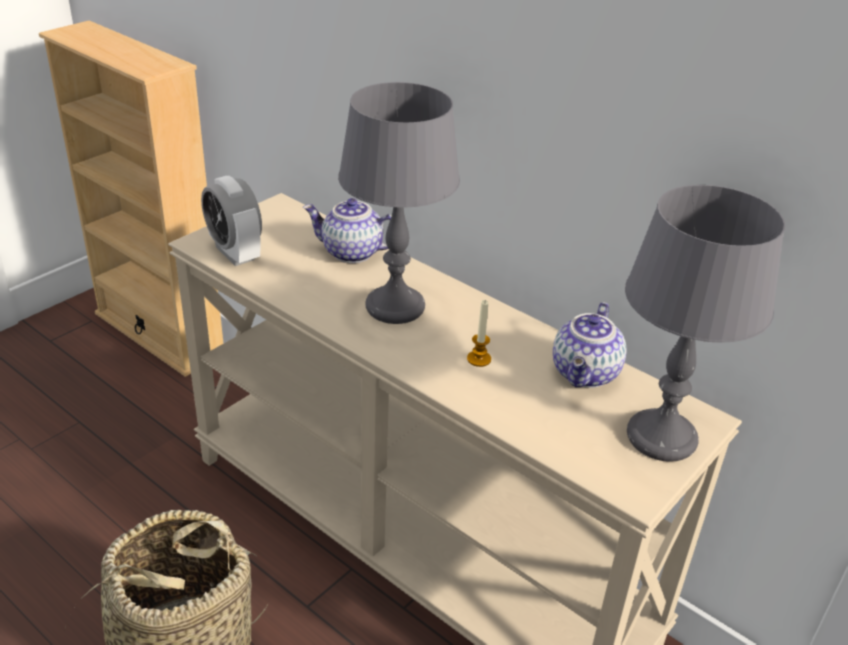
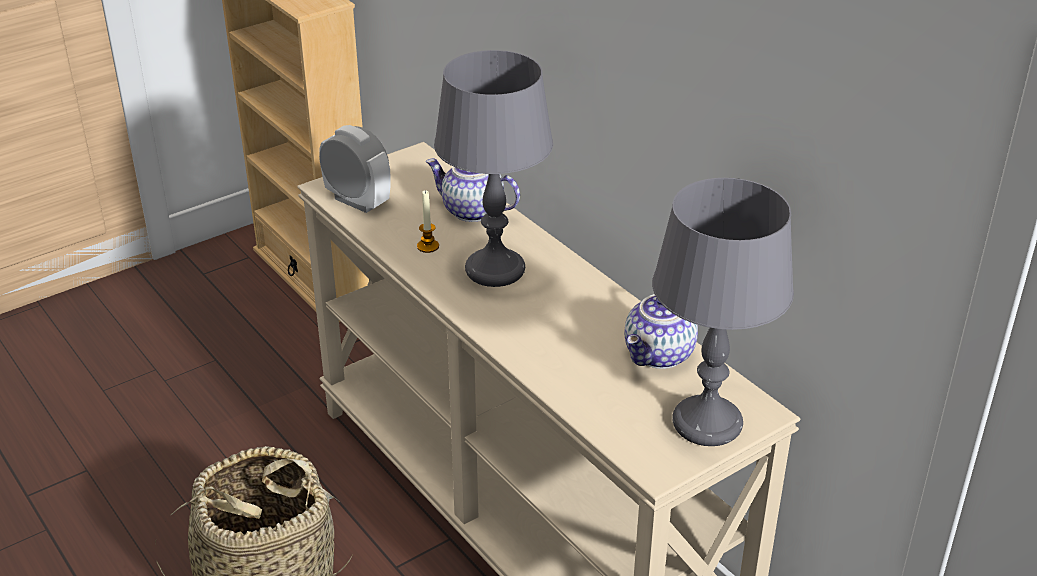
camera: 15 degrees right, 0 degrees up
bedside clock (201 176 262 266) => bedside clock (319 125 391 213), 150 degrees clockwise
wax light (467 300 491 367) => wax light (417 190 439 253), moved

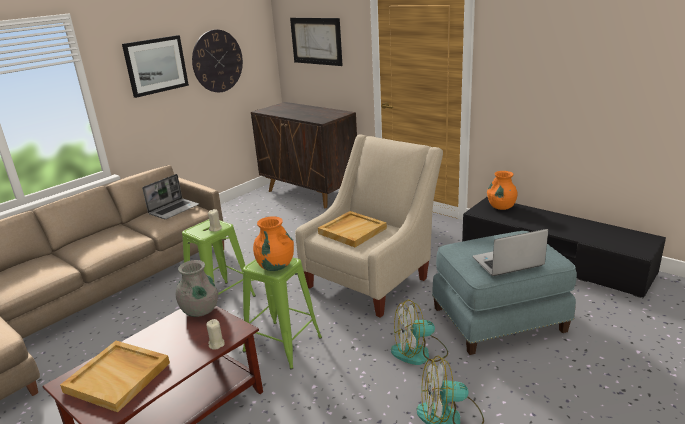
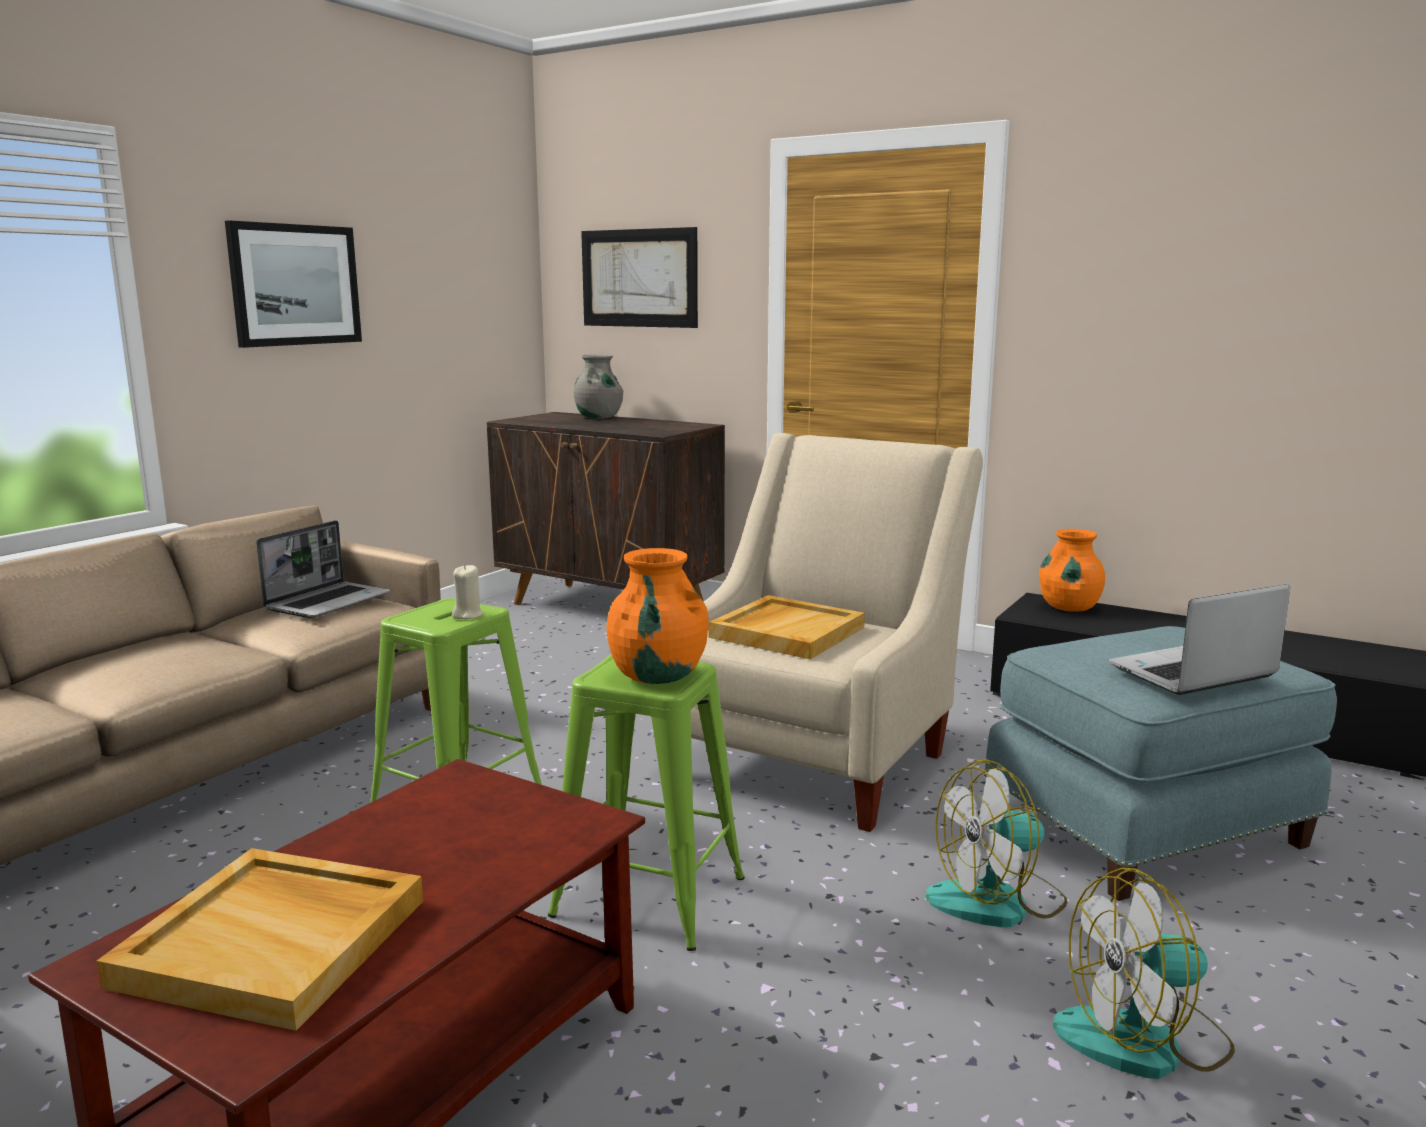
camera: 10 degrees left, 10 degrees down
clock on the wall (192 30 243 92) => nothing
vase/grey (176 260 218 317) => vase/grey (574 354 623 419), moved
wax light/sand-coloured (206 319 225 350) => nothing

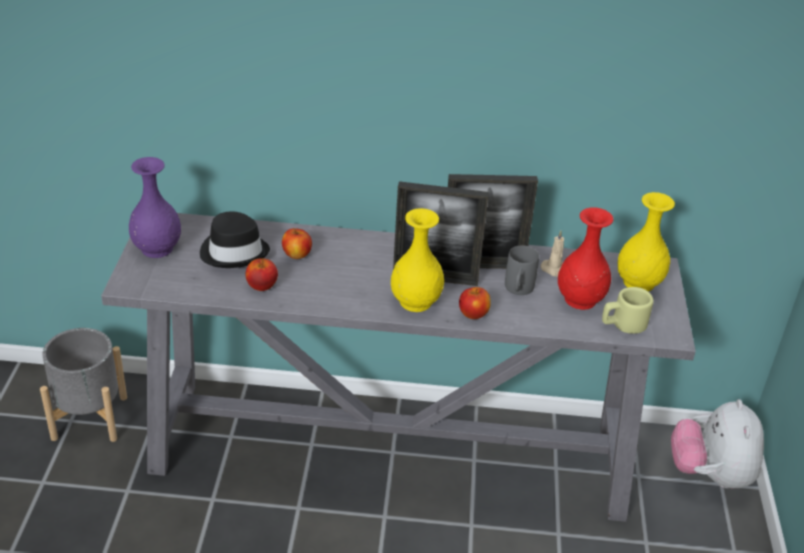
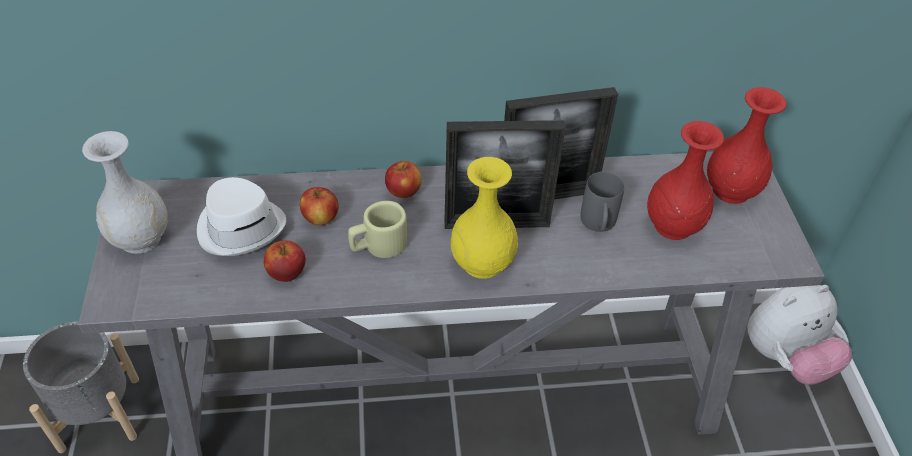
camera: 10 degrees left, 10 degrees up
vase/purple (129 157 181 258) => vase/white (82 131 168 254)
vase/yellow (618 192 675 292) => vase/red (707 87 787 204)
clothing hat/black (200 211 270 268) => clothing hat/white (197 177 286 256)
wax light/sand-coloured (541 231 564 277) => nothing
apple (459 287 491 319) => apple (385 161 421 198), moved
coffee mug/sand-coloured (602 287 653 334) => coffee mug/sand-coloured (348 201 407 258), moved
plush toy (671 399 764 488) => plush toy (748 285 852 385), 105 degrees counterclockwise

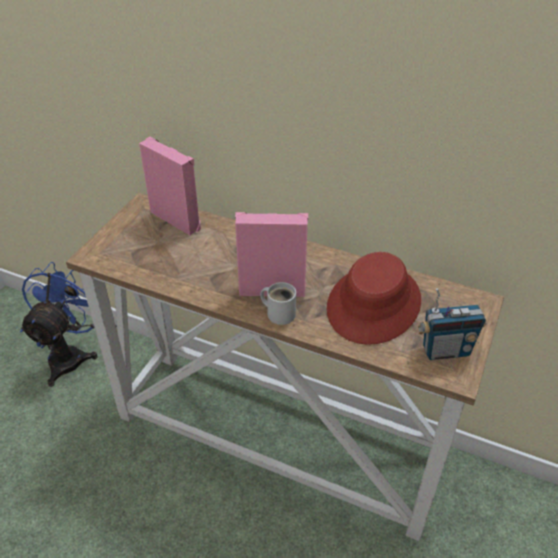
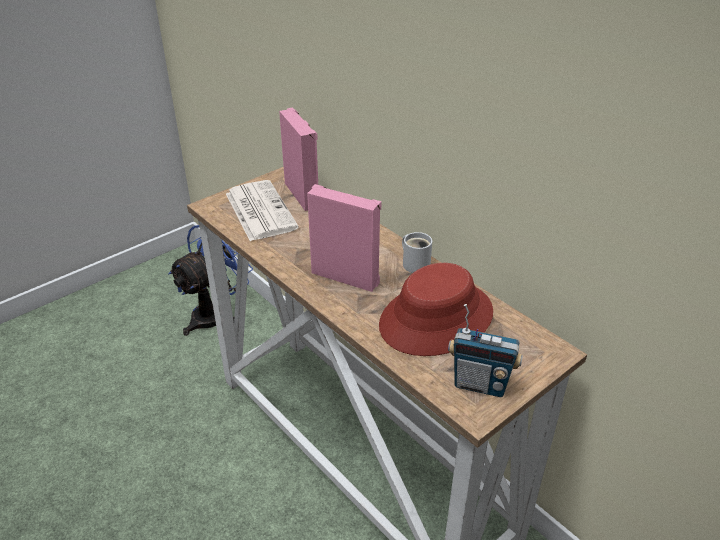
camera: 25 degrees right, 5 degrees down
coffee mug/white (260 282 296 325) => coffee mug/white (402 232 432 273), moved
nothing => printed paper (226 180 299 241)

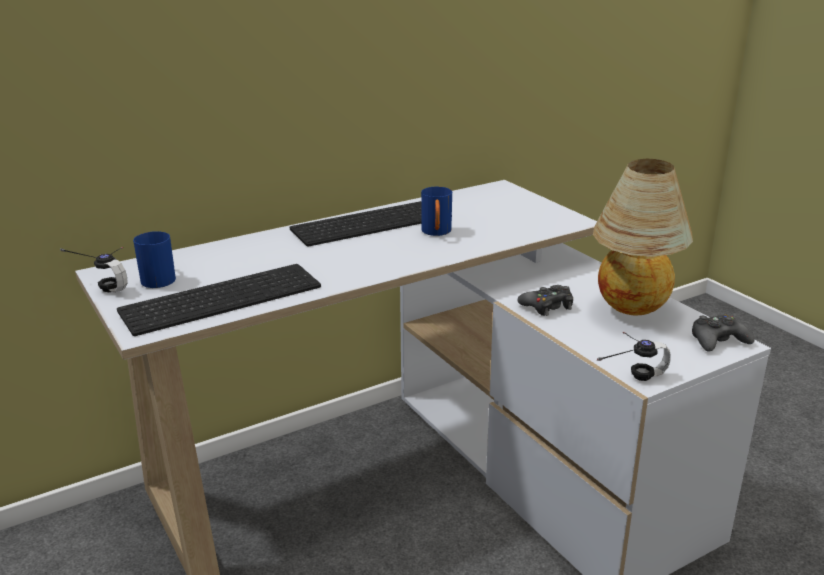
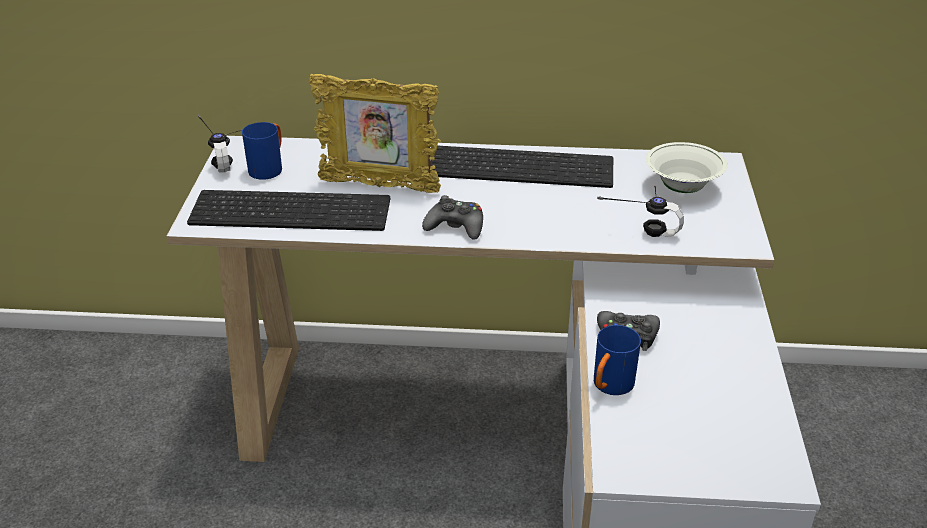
camera: 35 degrees right, 10 degrees up
lamp for a table (593 159 693 315) => nothing
coffee mug/blue-coloured (421 187 452 236) => coffee mug/blue-coloured (594 325 641 395), moved
game controller/black (692 314 755 352) => game controller/black (422 195 483 240), moved
headset (597 332 671 381) => headset (597 186 684 237), moved
nothing => standing frame (309 74 441 193)
nothing => deep dish/white (646 142 728 193)

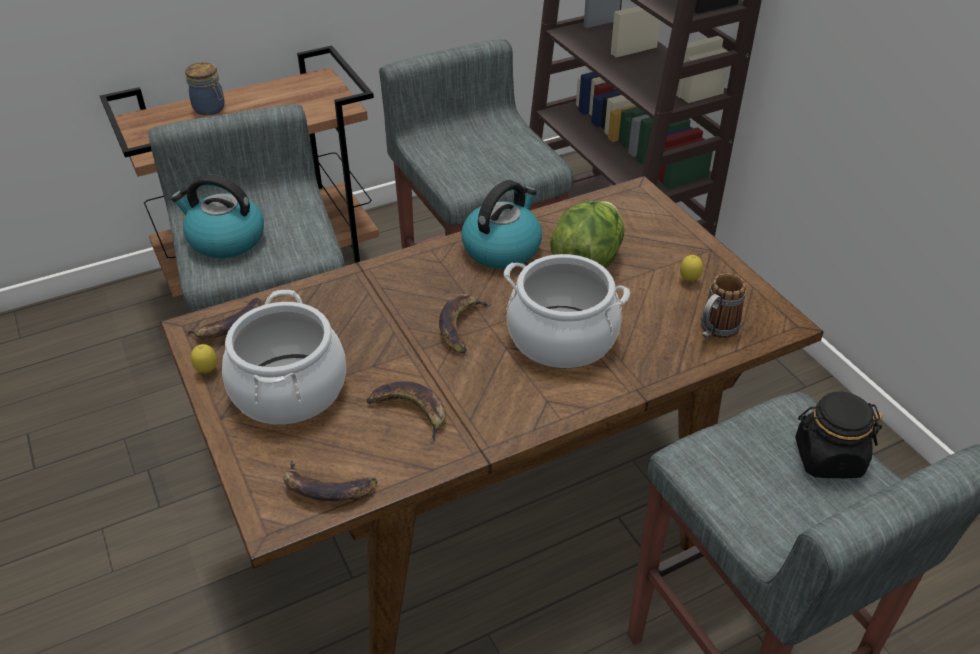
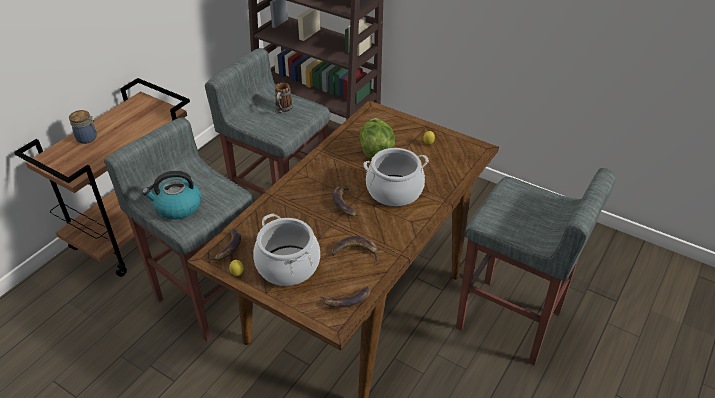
camera: 30 degrees left, 0 degrees up
water kettle (461 180 542 269) => nothing
coffee mug (701 273 746 339) => coffee mug (275 83 293 113), moved
jar/black (795 392 882 478) => nothing

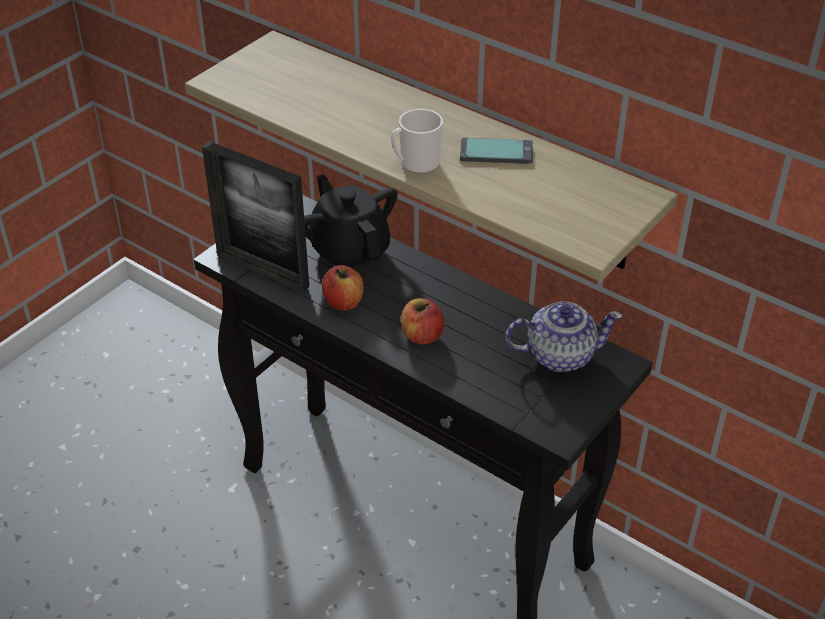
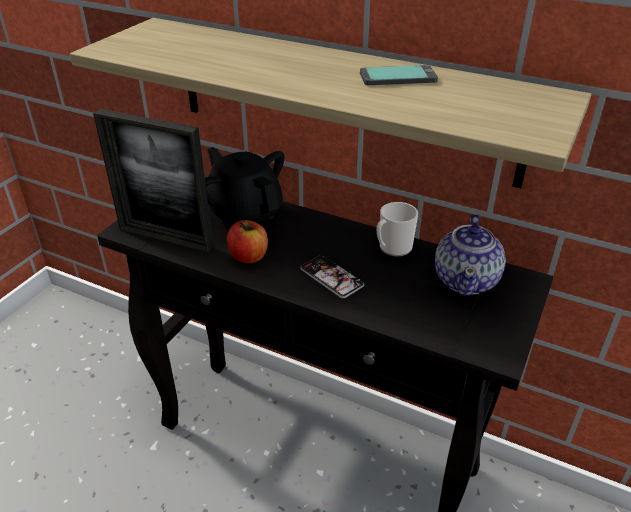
camera: 10 degrees left, 5 degrees down
coffee mug (391 109 443 174) => coffee mug (377 202 418 256), moved
apple (401 298 444 345) => handset (300 255 364 298)
teapot (505 301 623 372) => teapot (435 214 506 296), 120 degrees clockwise

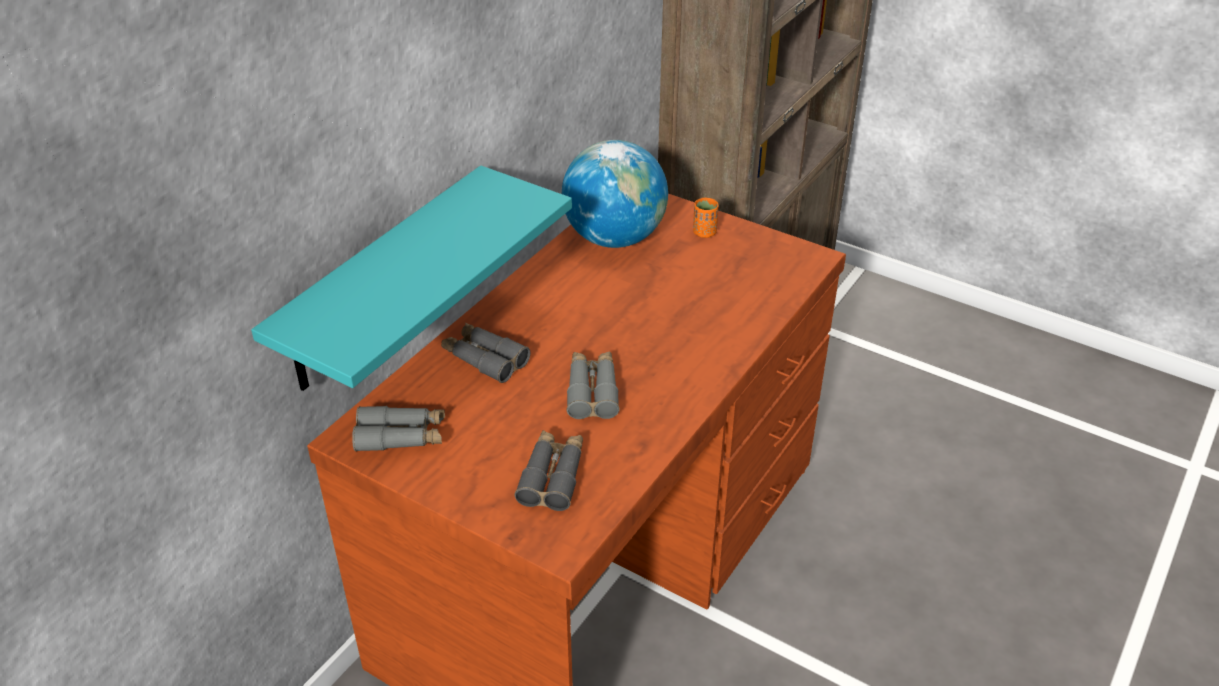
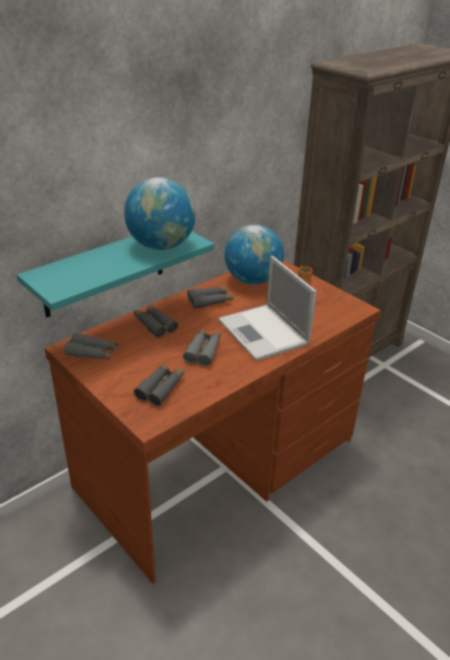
camera: 15 degrees right, 5 degrees down
nothing => desk globe (124 177 196 250)
nothing => notebook computer (218 256 317 361)
nothing => field glasses/grey (187 287 233 309)

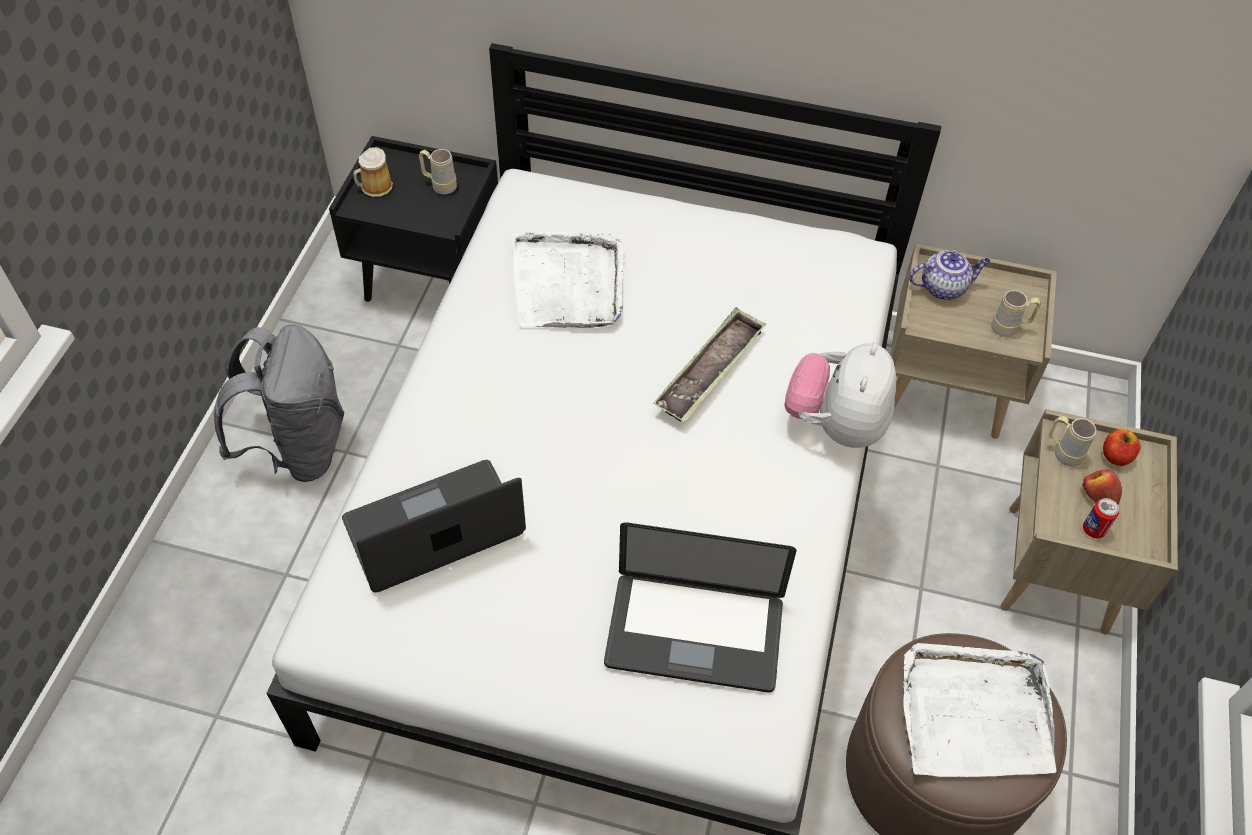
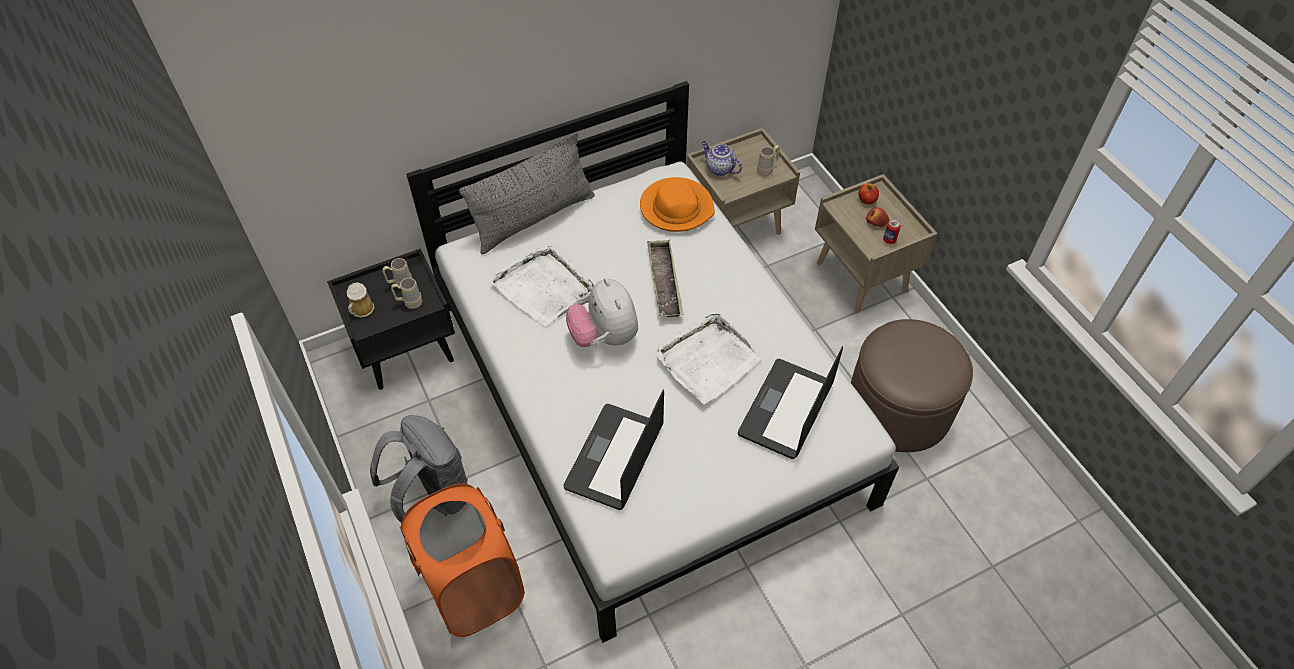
camera: 40 degrees left, 0 degrees up
teapot (909 250 990 300) => teapot (701 141 742 176), 90 degrees counterclockwise
plush toy (784 342 896 448) => plush toy (566 278 638 347), moved
coffee mug/sand-coloured (1049 416 1097 467) => coffee mug/sand-coloured (391 278 422 309), moved
notebook computer (604 522 797 692) => notebook computer (738 346 843 459), 150 degrees clockwise
tray/white (903 643 1056 777) => tray/white (657 314 761 404), moved
nothing => cushion/grey (459 132 595 254)
nothing => clothing hat/orangey (640 177 715 232)
nothing => hamper/orangey (400 483 525 637)

